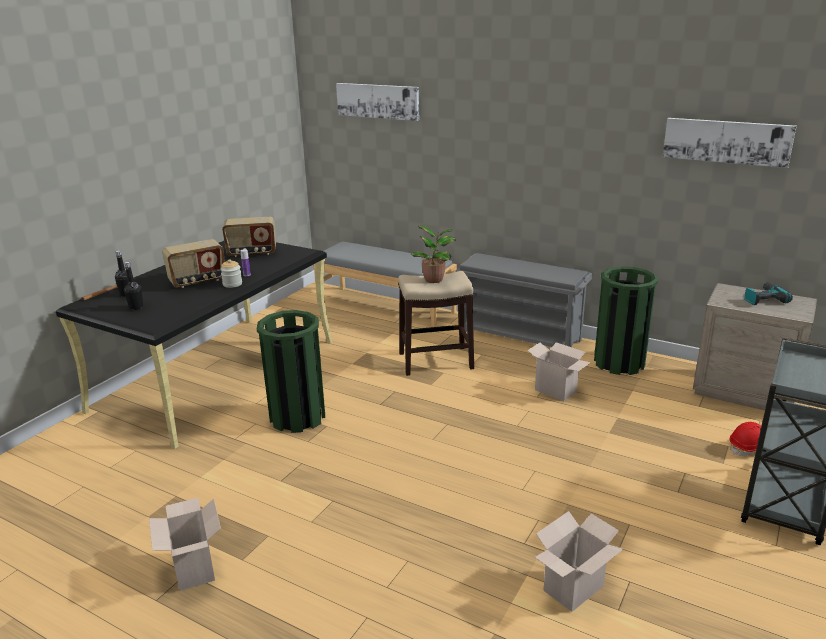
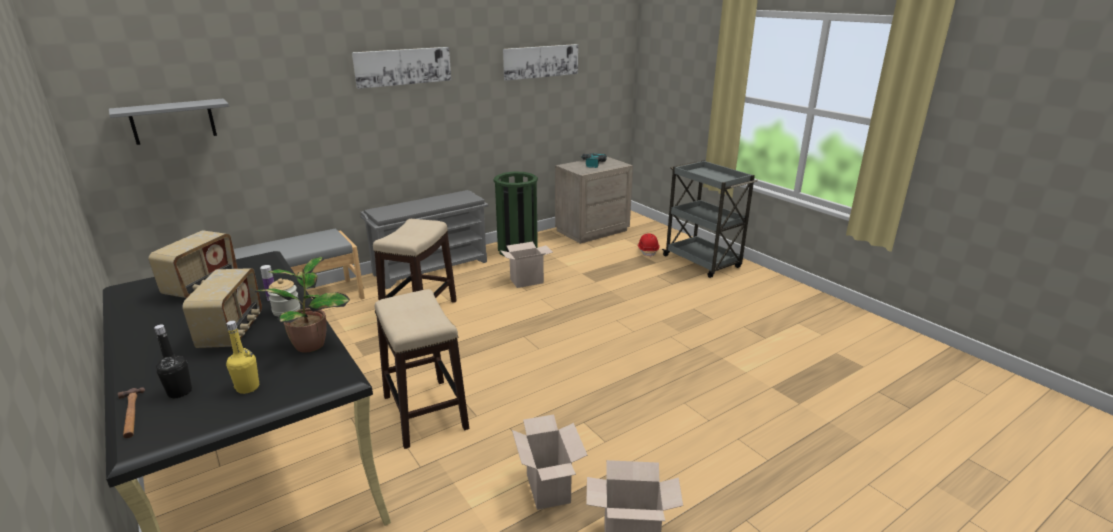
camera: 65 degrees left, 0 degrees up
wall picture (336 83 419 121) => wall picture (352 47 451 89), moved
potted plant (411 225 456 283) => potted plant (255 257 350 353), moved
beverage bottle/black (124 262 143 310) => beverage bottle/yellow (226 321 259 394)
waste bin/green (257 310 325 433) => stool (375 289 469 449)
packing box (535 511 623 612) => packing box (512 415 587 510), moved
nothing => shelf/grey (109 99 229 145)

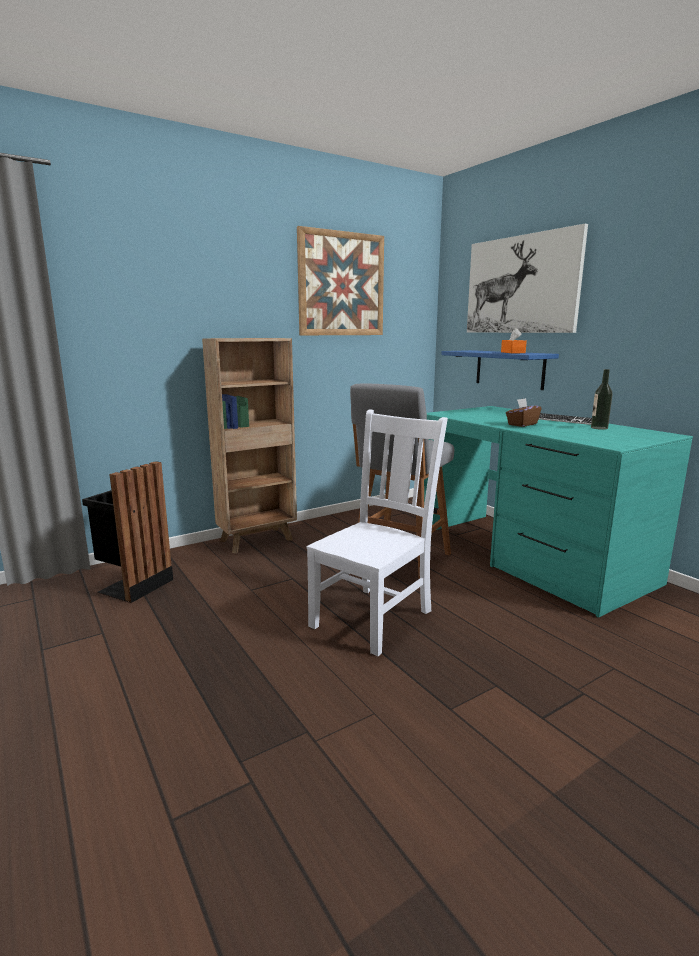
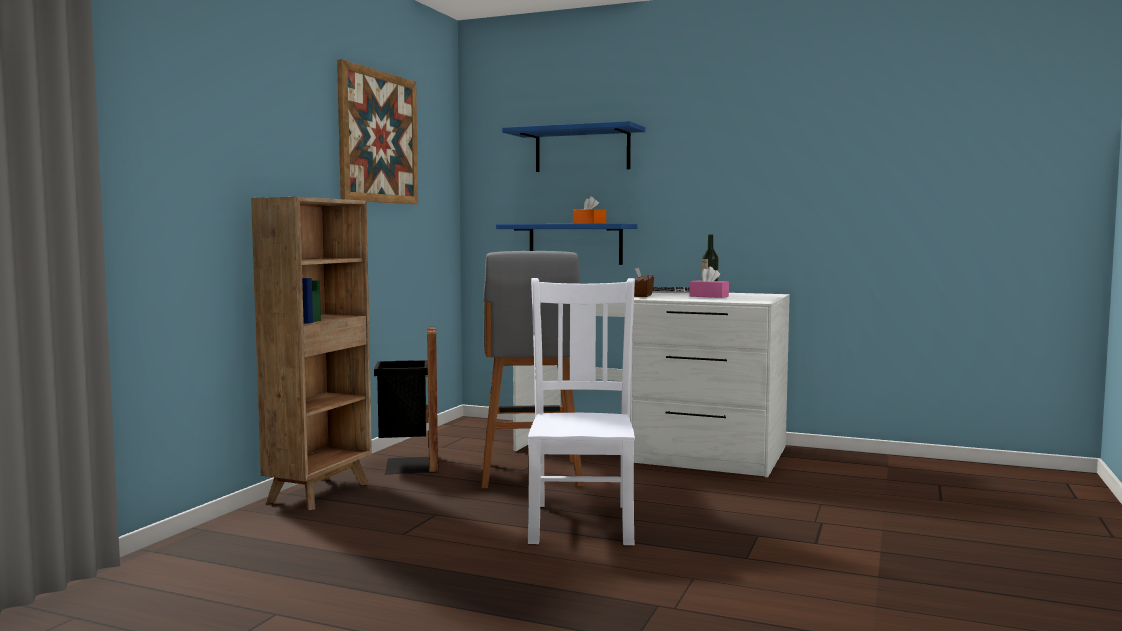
camera: 35 degrees left, 10 degrees down
wall picture (467 224 588 333) => shelf/blue-coloured (502 121 645 172)
desk/turquoise (424 406 693 618) => desk/white (513 293 790 478)
waste bin/black (82 461 173 603) => waste bin/black (374 327 439 474), moved
nothing => tissue holder/pink (689 267 729 298)

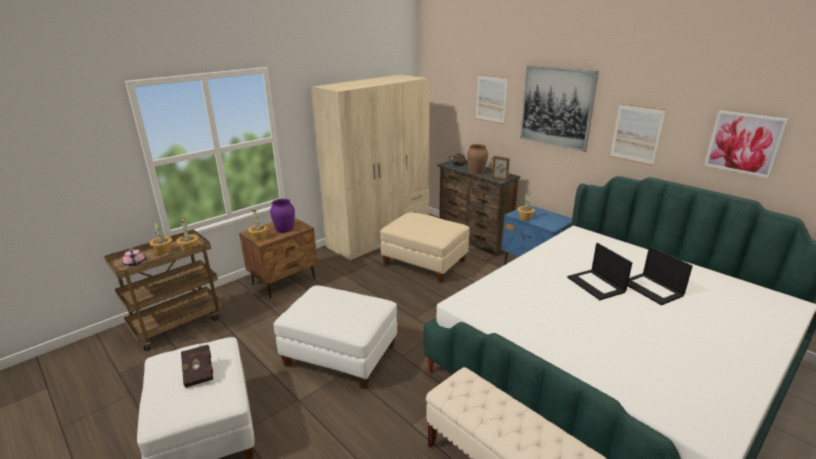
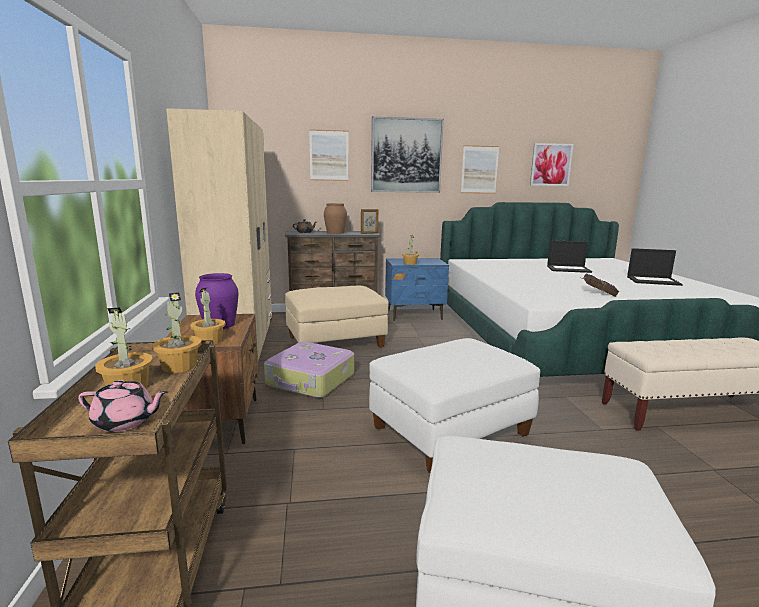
camera: 55 degrees left, 10 degrees down
notebook computer (567 243 632 300) => notebook computer (627 248 683 286), moved
book/red (181 344 213 388) => book/red (581 273 619 297), moved
nothing => suitcase (264 342 354 398)

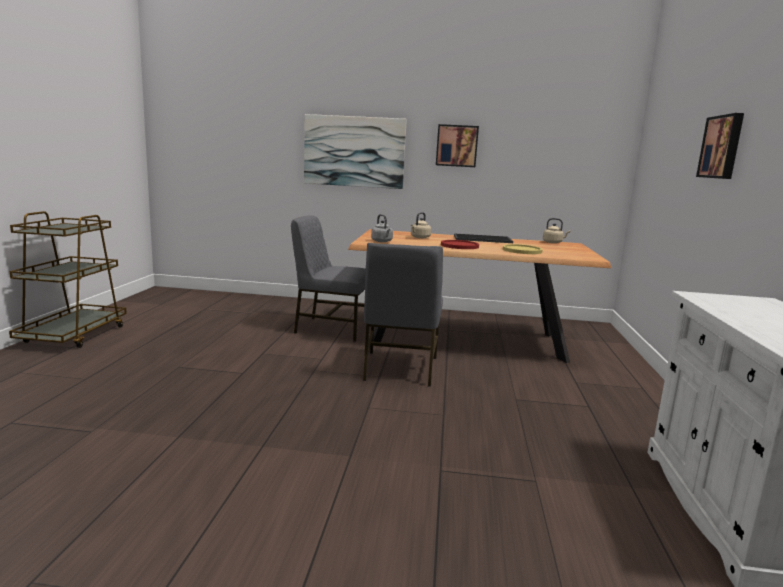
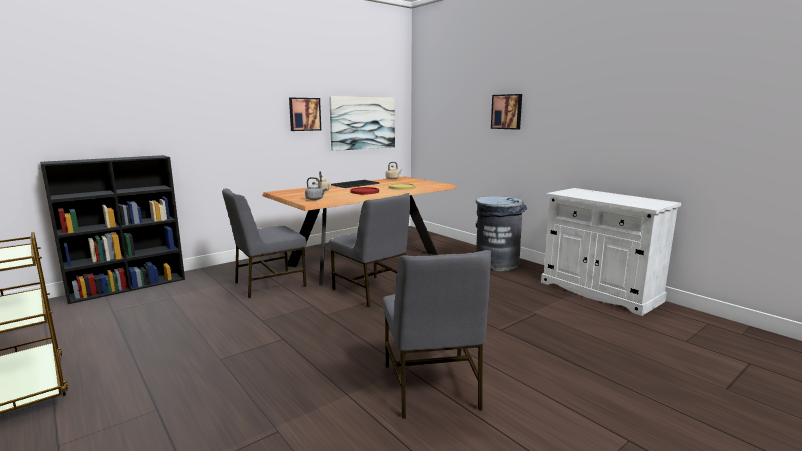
camera: 45 degrees left, 0 degrees up
wall picture (304 114 407 189) => wall picture (329 96 395 151), moved
nothing => shelving unit/black (40 155 185 304)
nothing => waste bin/grey (475 196 527 271)
nothing => upright chair/grey (383 250 491 419)

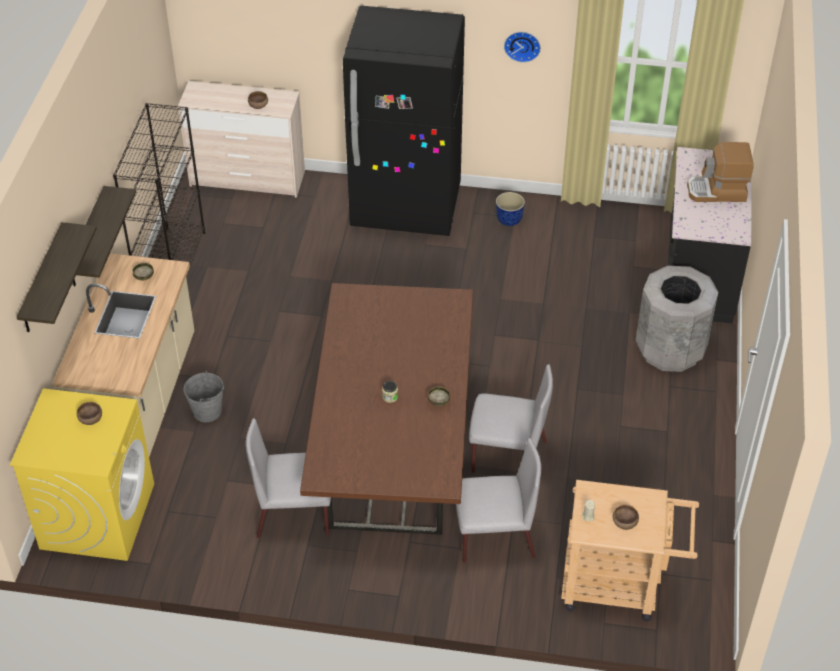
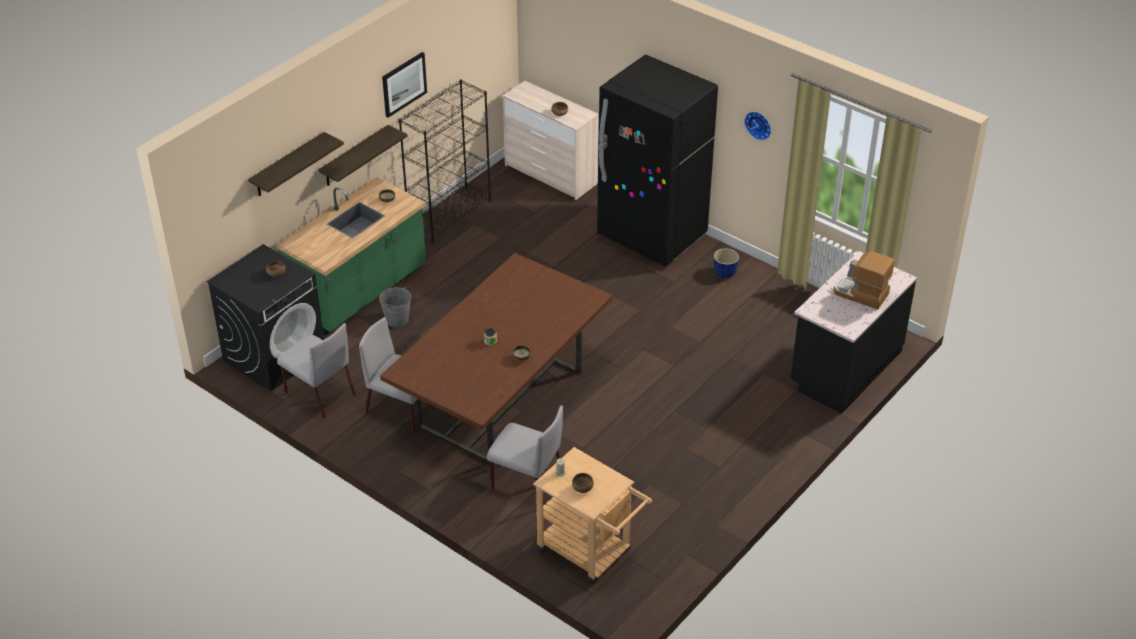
camera: 30 degrees right, 5 degrees down
kitchen base unit/sand-coloured (53 253 195 457) => kitchen base unit/green (276 177 426 336)
waste bin/grey (635 266 719 372) => nothing
upright chair/grey (469 364 553 482) => upright chair/grey (277 323 356 419), moved
laundry appliance/yellow (10 388 154 561) => laundry appliance/black (207 244 324 391)
nothing => wall picture (382 52 427 118)

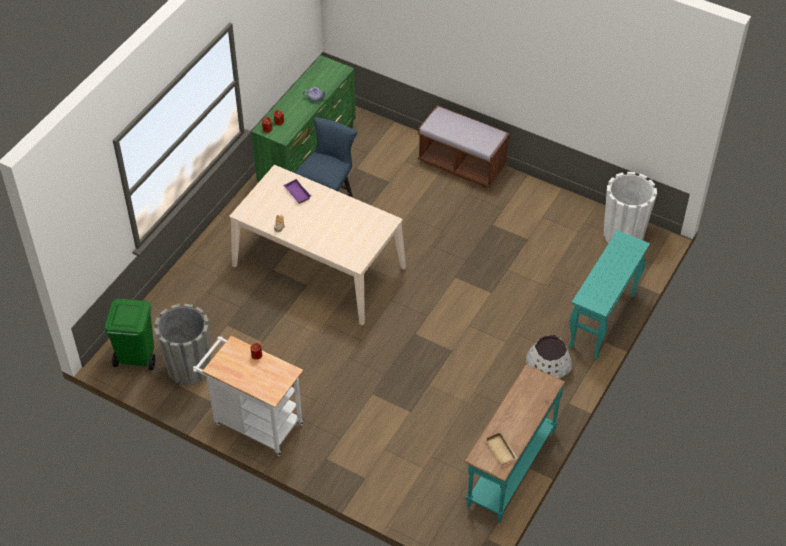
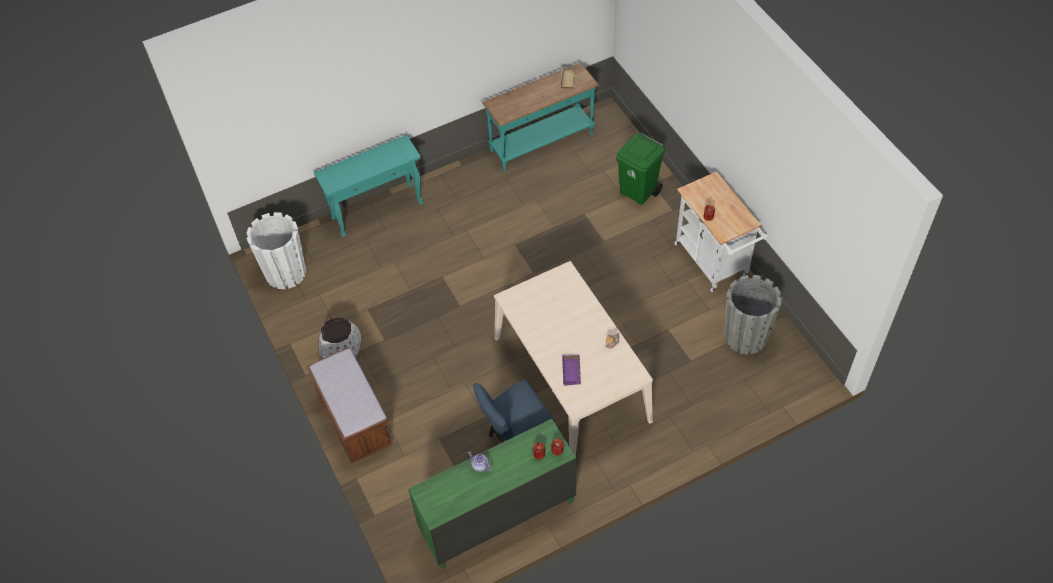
camera: 145 degrees left, 5 degrees up
waste bin/green (104 299 155 370) => waste bin/green (616 133 665 205), moved
planter/white (526 335 572 379) => planter/white (319 318 361 358), moved

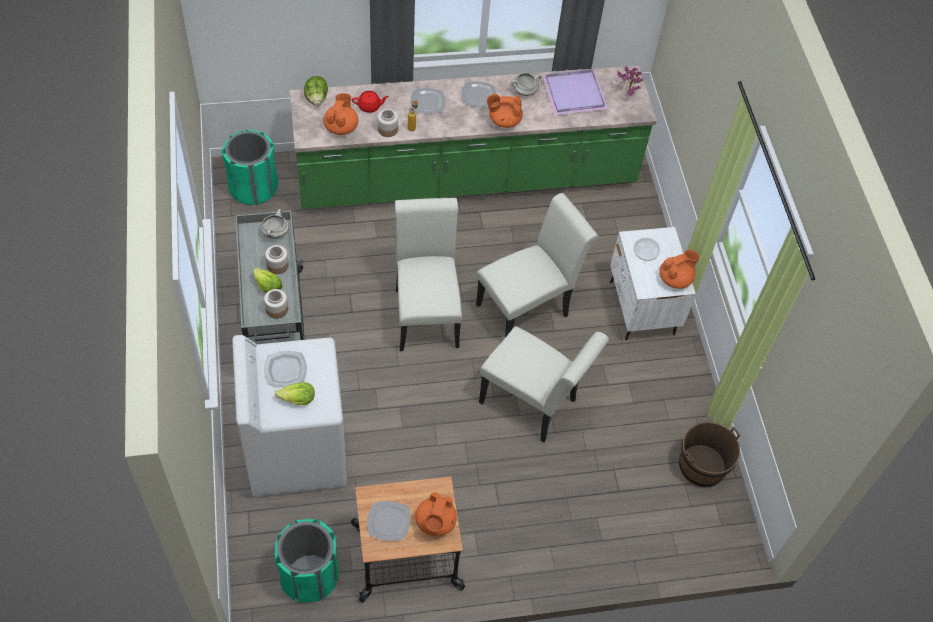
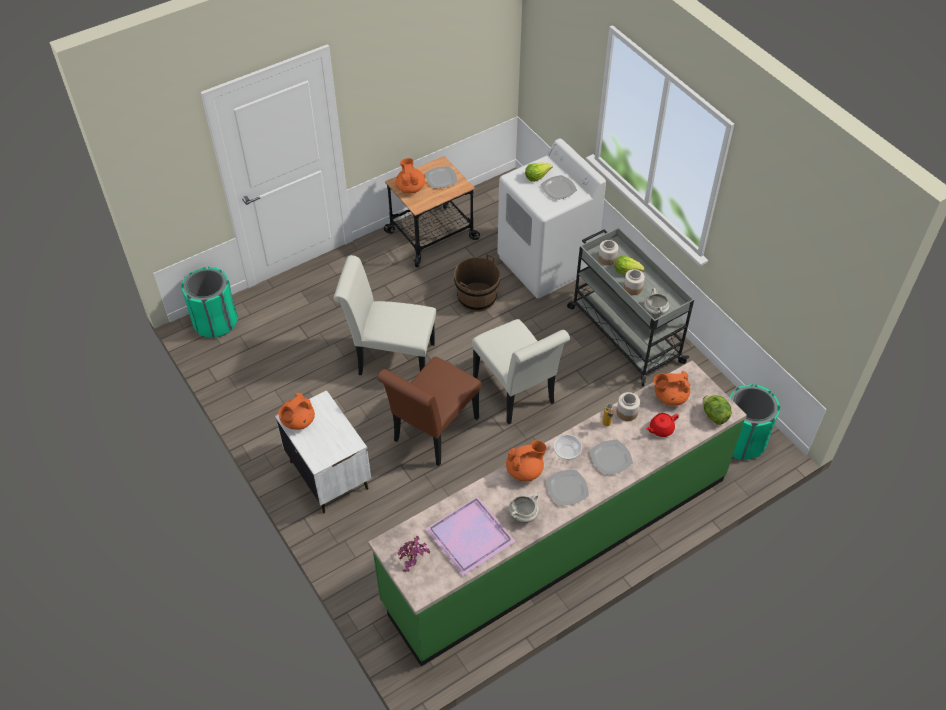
camera: 160 degrees right, 5 degrees down
teapot/orangey (323 93 358 135) => teapot/orangey (654 371 691 406), 90 degrees clockwise
upright chair/white (476 193 598 337) => upright chair/brown (377 357 481 466)
deep dish (634 238 661 261) => deep dish (554 435 582 460), moved
water bucket/brown (679 422 740 487) => water bucket/brown (454 254 501 312), moved
waste bin/green (275 519 339 602) => waste bin/green (181 267 238 338), moved

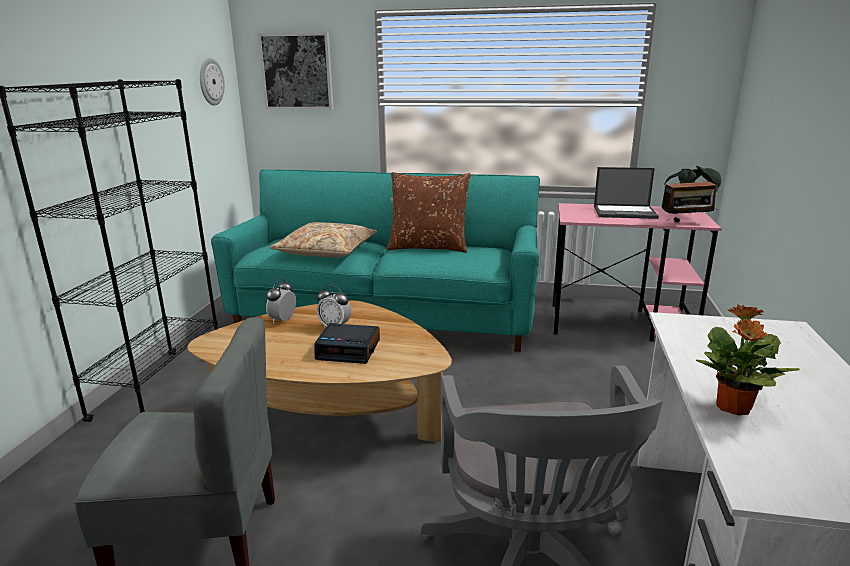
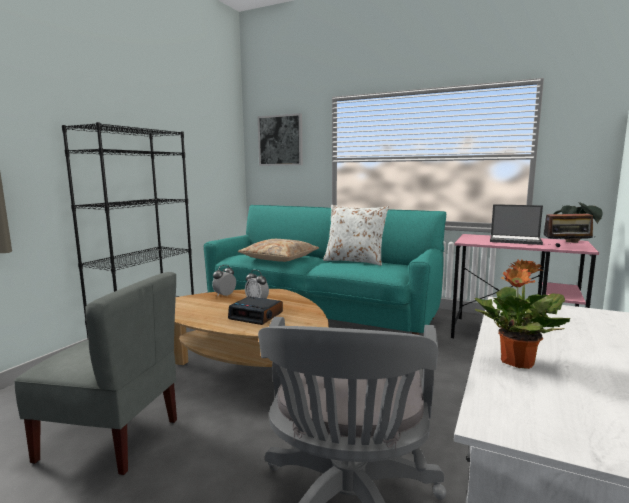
camera: 15 degrees right, 10 degrees down
clock on the wall (200 58 225 105) => nothing
cushion/brown (387 172 471 253) => cushion/white (323 205 389 266)

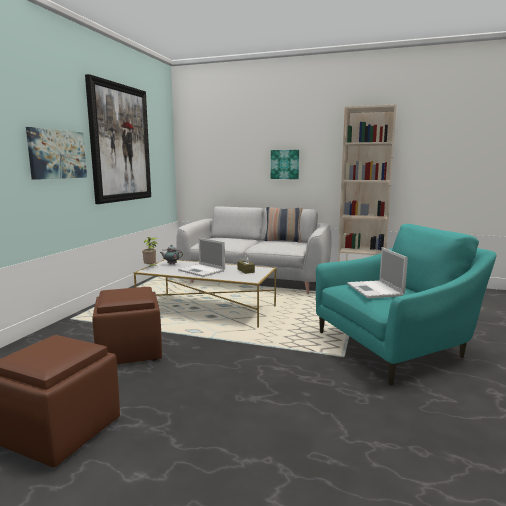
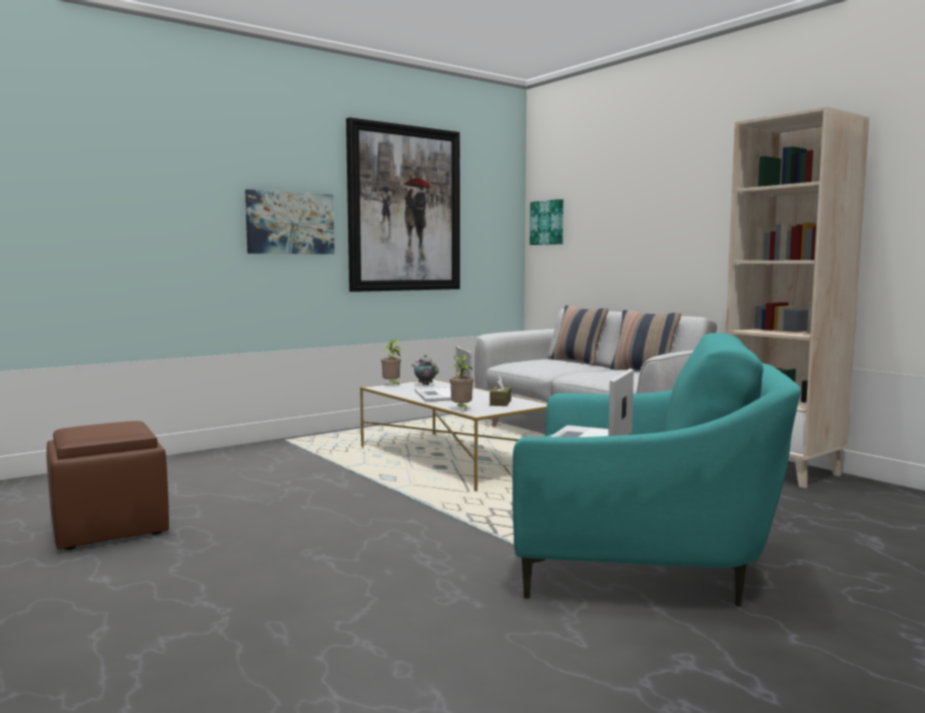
camera: 35 degrees right, 5 degrees down
wall picture (271 150 299 179) => wall picture (530 199 563 245), moved
ottoman/brown (92 287 162 364) => nothing
nothing => cushion (551 305 609 365)
nothing => potted plant (450 355 474 412)

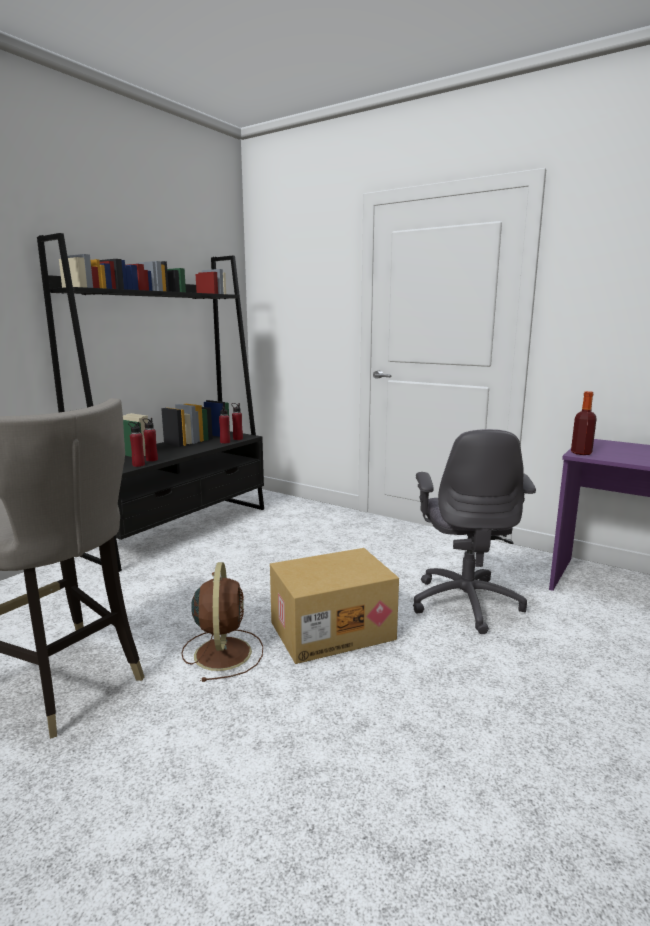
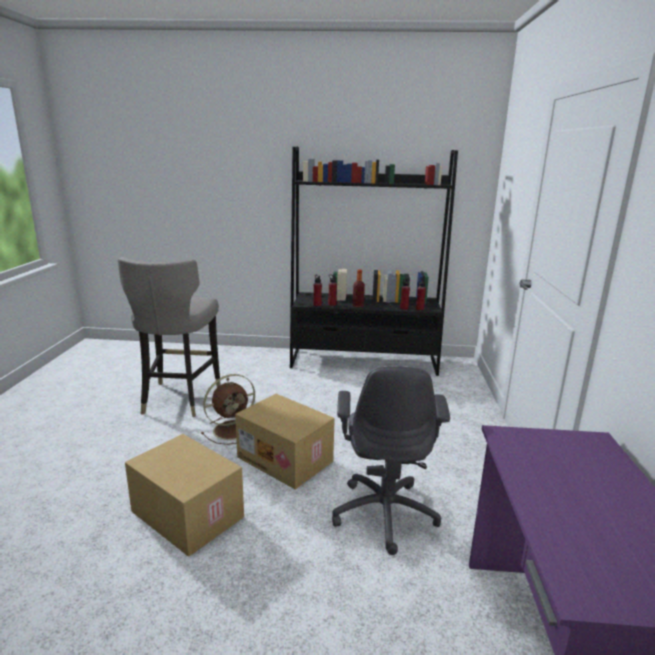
camera: 60 degrees right, 5 degrees up
beverage bottle (571 391 597 455) => beverage bottle (353 269 365 307), moved
office chair/grey (413 429 536 634) => office chair/grey (332 366 450 555), 60 degrees counterclockwise
nothing => packing box (125 434 244 557)

